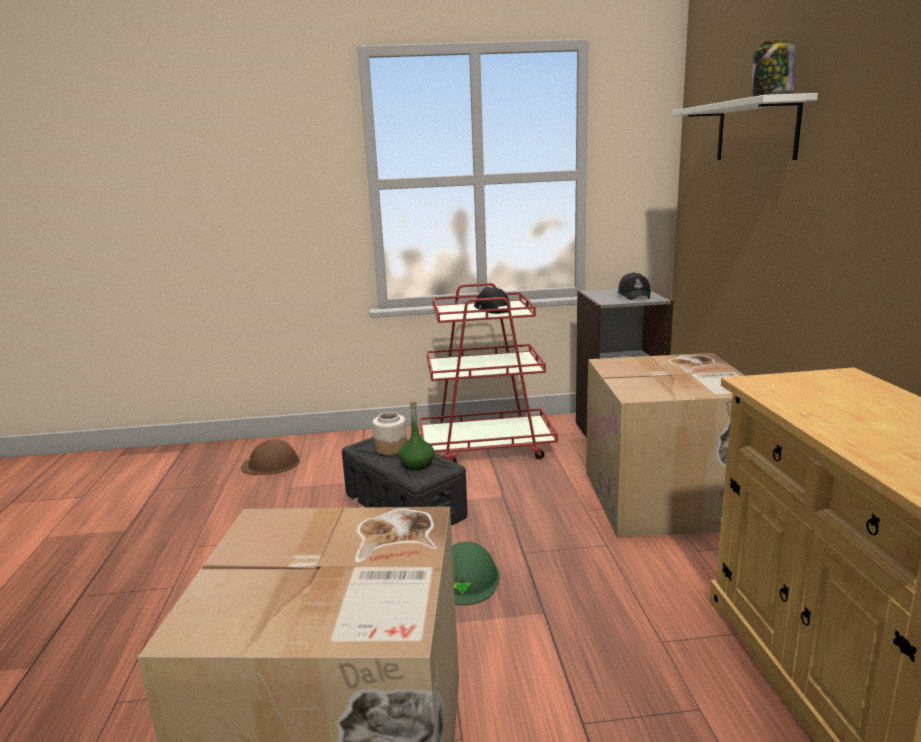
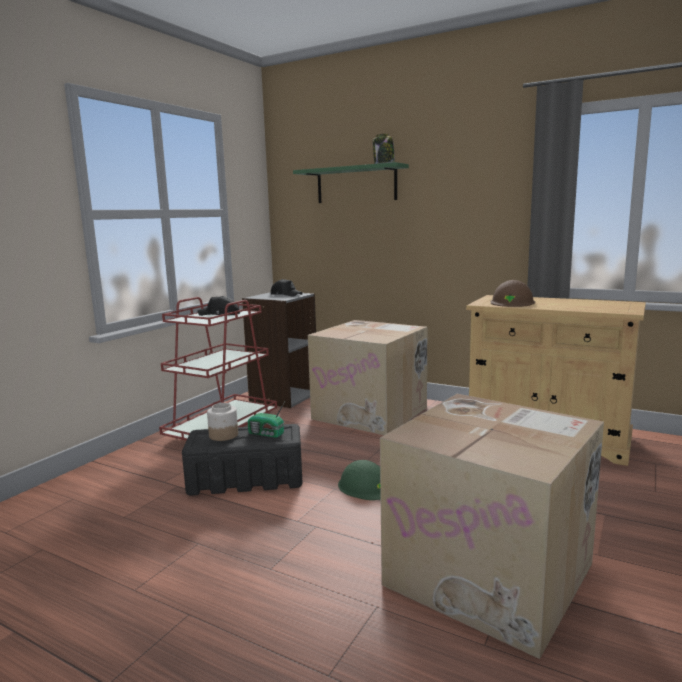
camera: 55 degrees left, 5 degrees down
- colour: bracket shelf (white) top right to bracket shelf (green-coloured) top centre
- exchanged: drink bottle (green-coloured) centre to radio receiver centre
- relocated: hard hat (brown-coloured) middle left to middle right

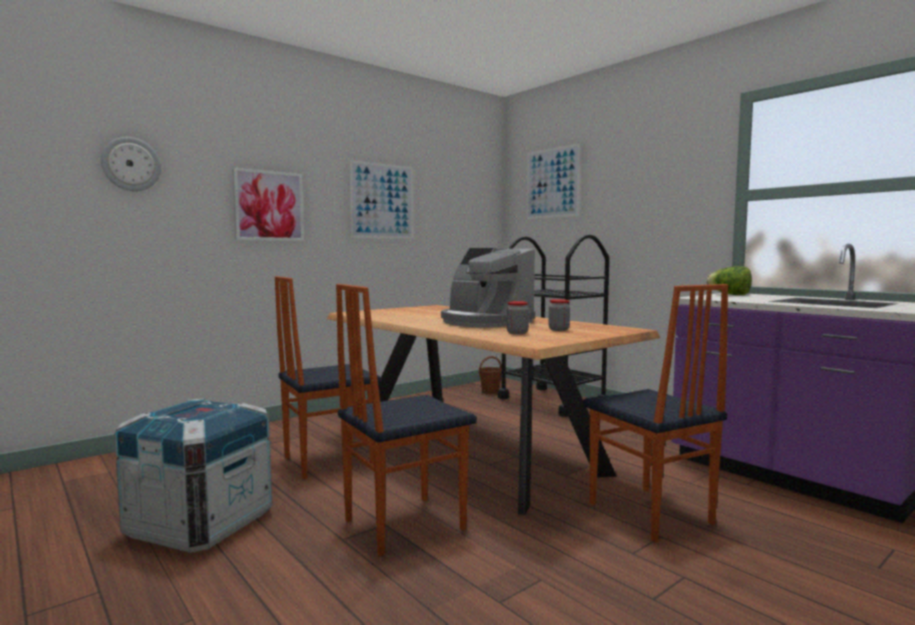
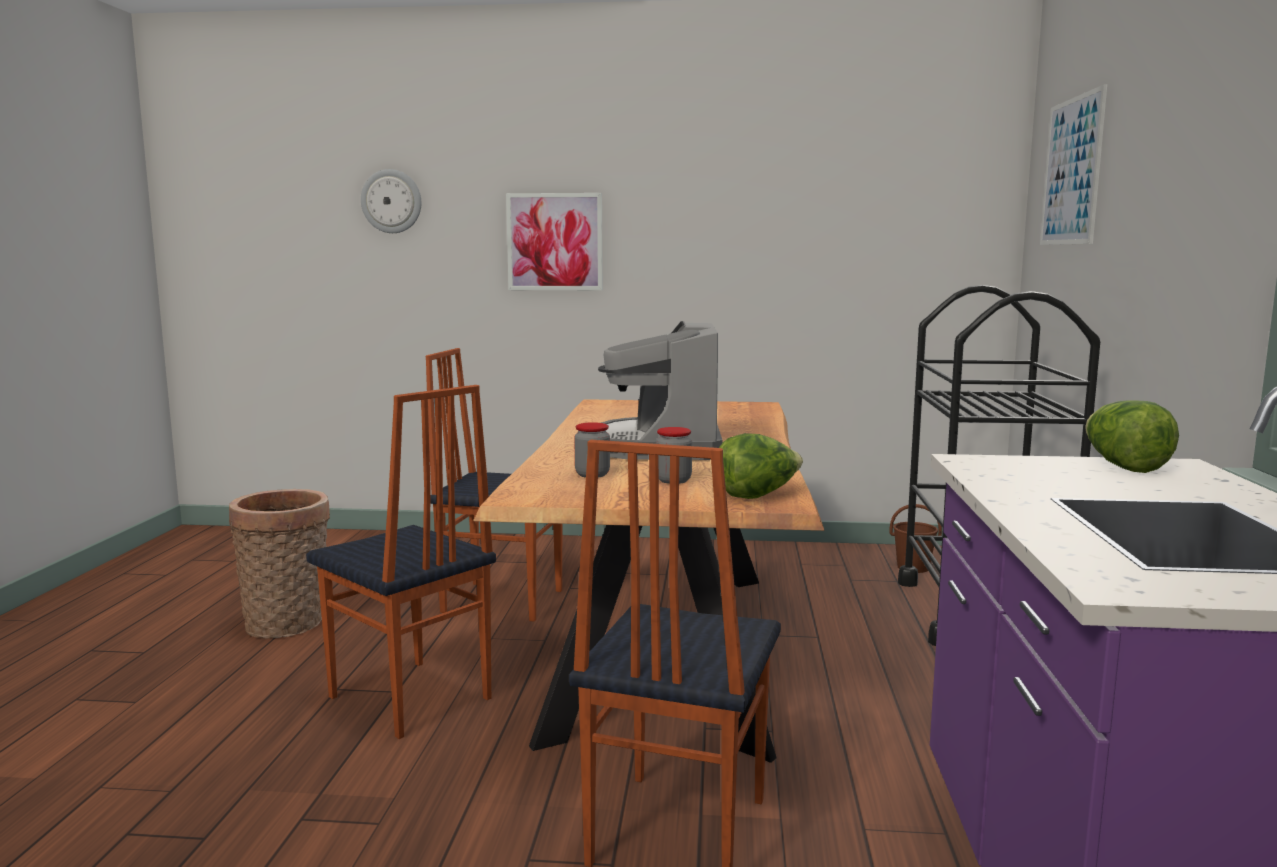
camera: 45 degrees right, 5 degrees up
- missing: wall art (no. 2 from left) top centre
- spun: upright chair (no. 2 from left in the first image) bottom centre = middle left 150 degrees counterclockwise
- exchanged: shipping crate bottom left to basket middle left
- appeared: lettuce (no. 1 from left) centre

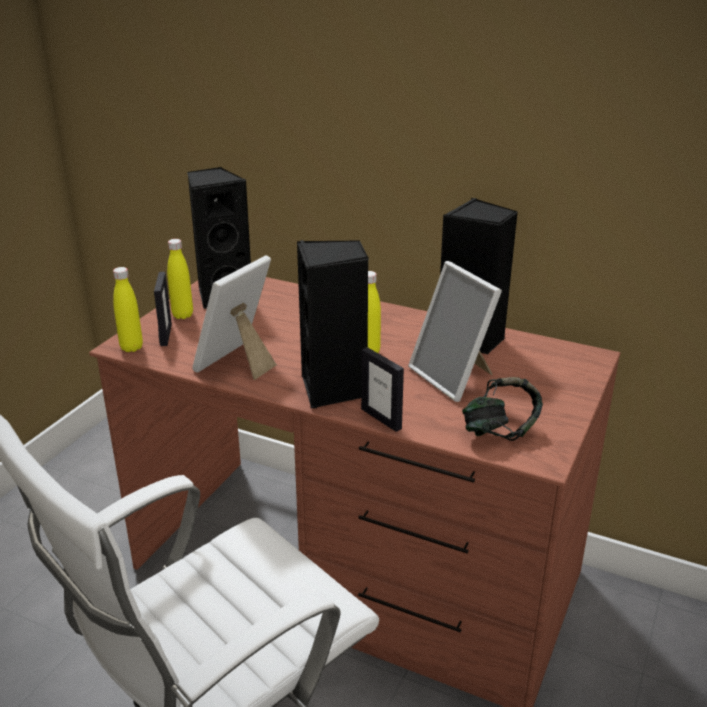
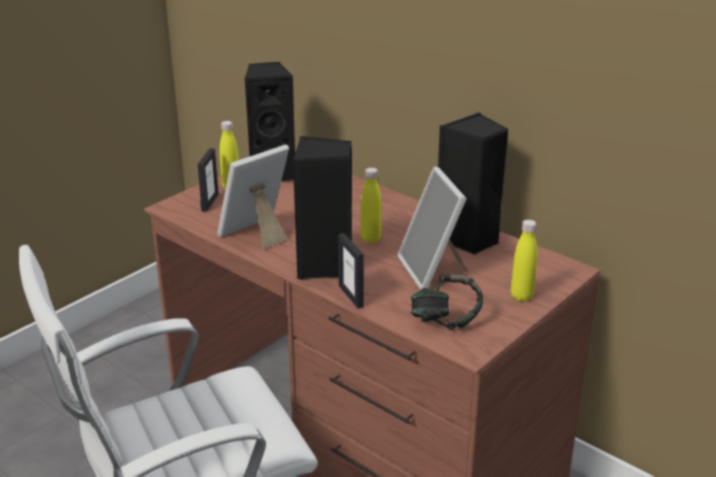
camera: 15 degrees right, 0 degrees up
- relocated: drink bottle (yellow-coloured) (no. 1 from left in the first image) middle left to drink bottle (yellow-coloured) (no. 3 from left) middle right

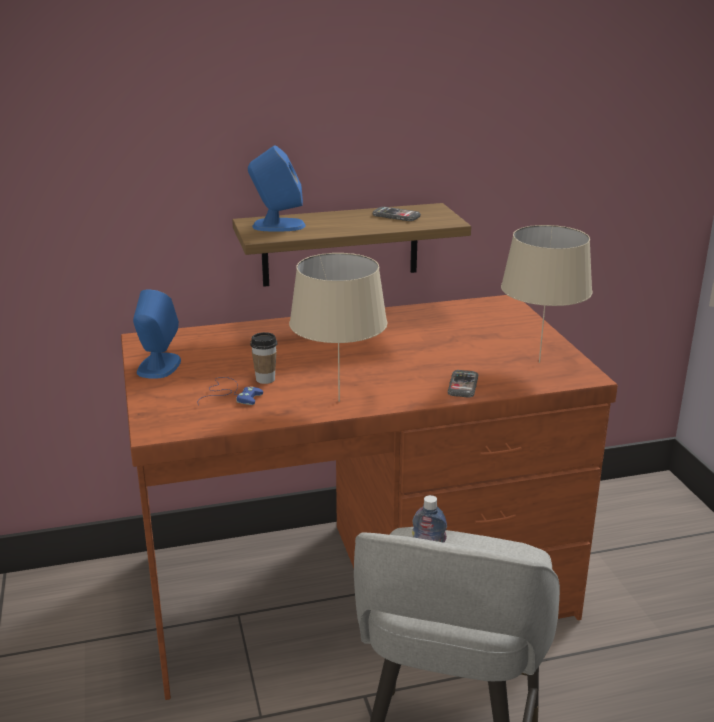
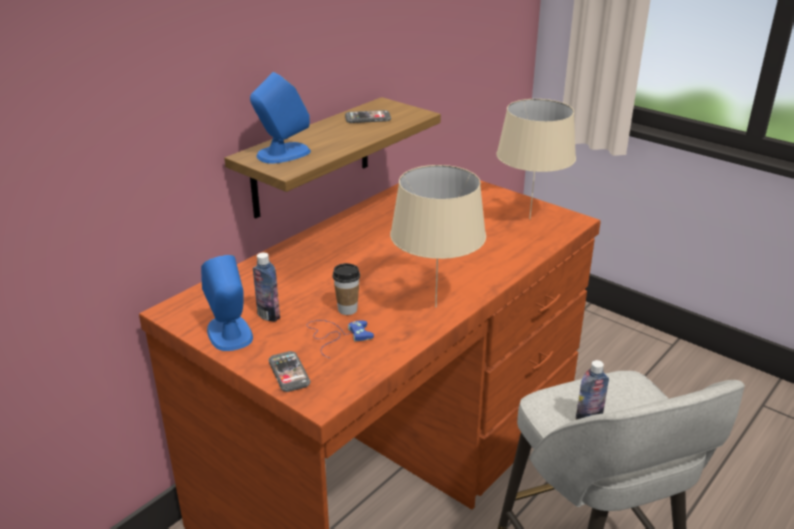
camera: 35 degrees left, 5 degrees up
- relocated: handset (no. 2 from left in the first image) centre to handset (no. 1 from left) bottom centre
- appeared: drink bottle (no. 1 from left) centre

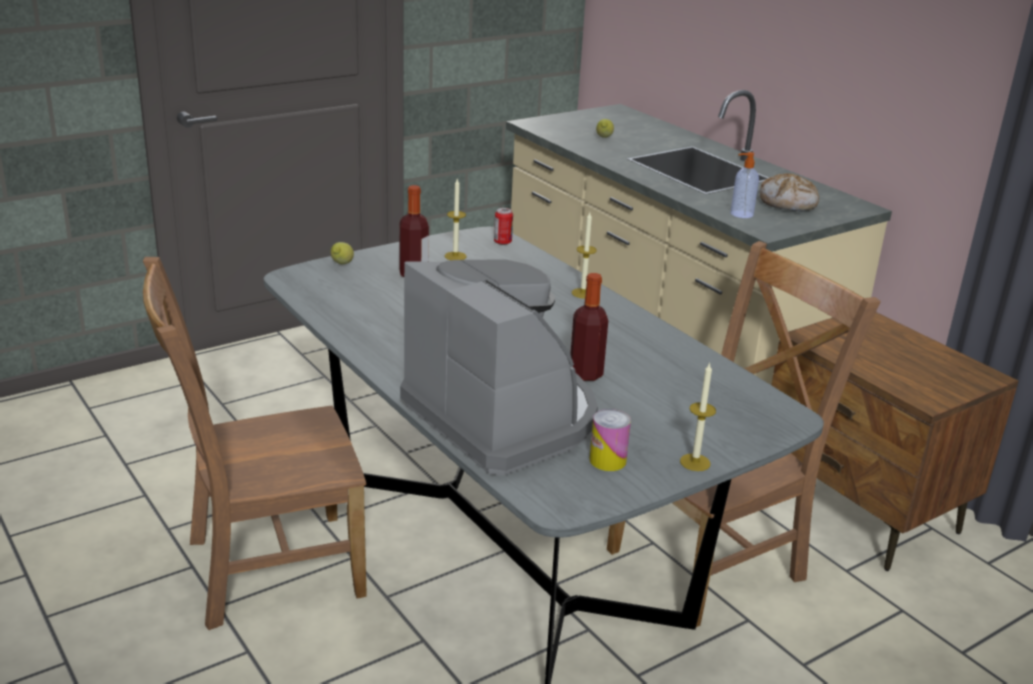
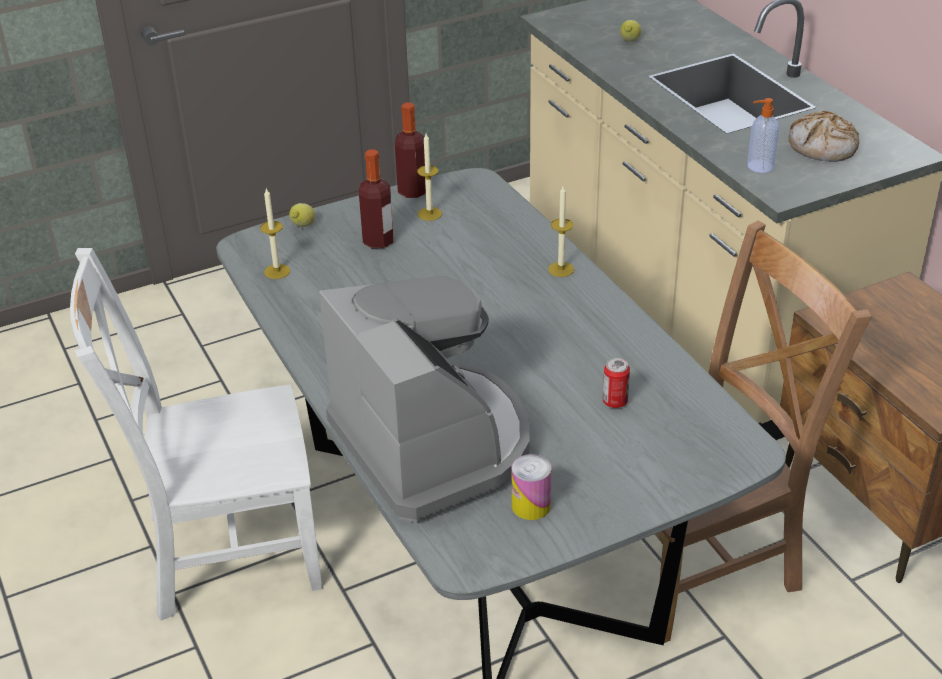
camera: 10 degrees right, 10 degrees up
- relocated: metal can (no. 1 from left in the first image) top centre to metal can (no. 2 from left) centre
- colour: upright chair (brown-coloured) (no. 1 from left) middle left to upright chair (white) middle left
- relocated: drink bottle (no. 2 from left) centre to top centre
- relocated: wax light (no. 3 from left in the first image) middle right to wax light (no. 1 from left) middle left

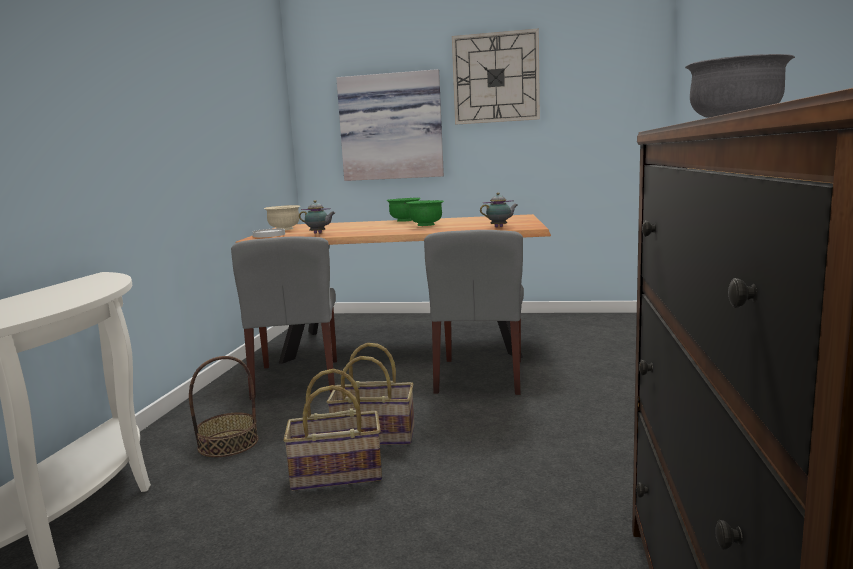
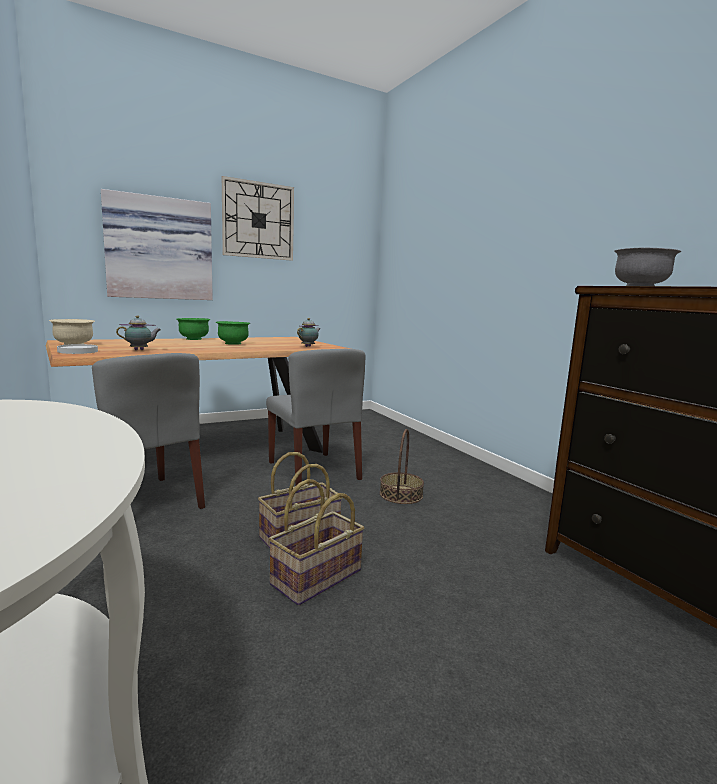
camera: 40 degrees left, 0 degrees up
- relocated: basket (no. 1 from left in the first image) bottom left to basket (no. 3 from left) centre

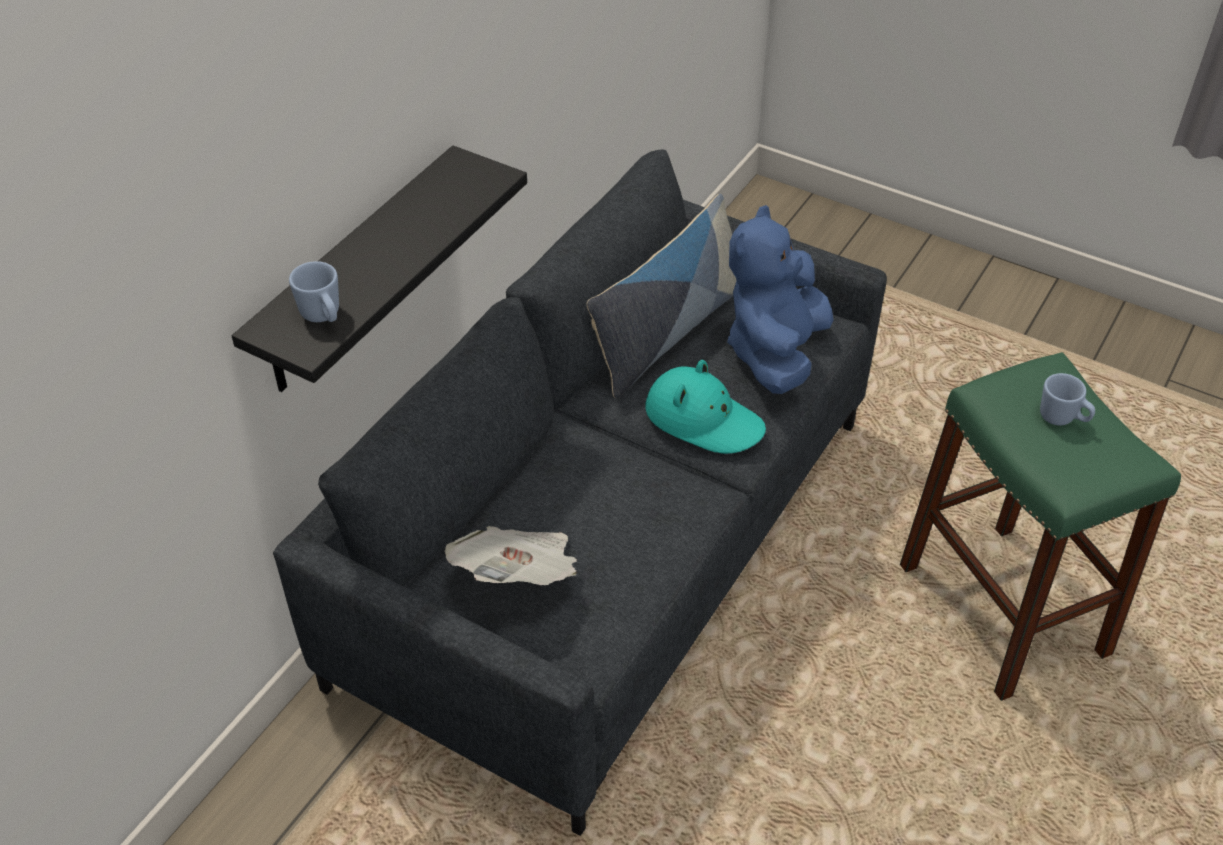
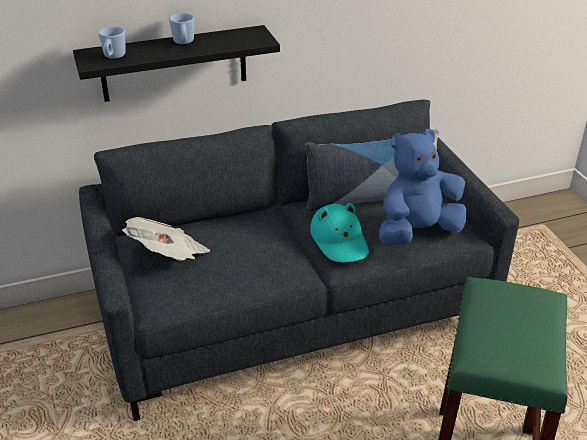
camera: 40 degrees right, 10 degrees down
- relocated: coffee mug (blue-coloured) (no. 2 from left) middle right to top left

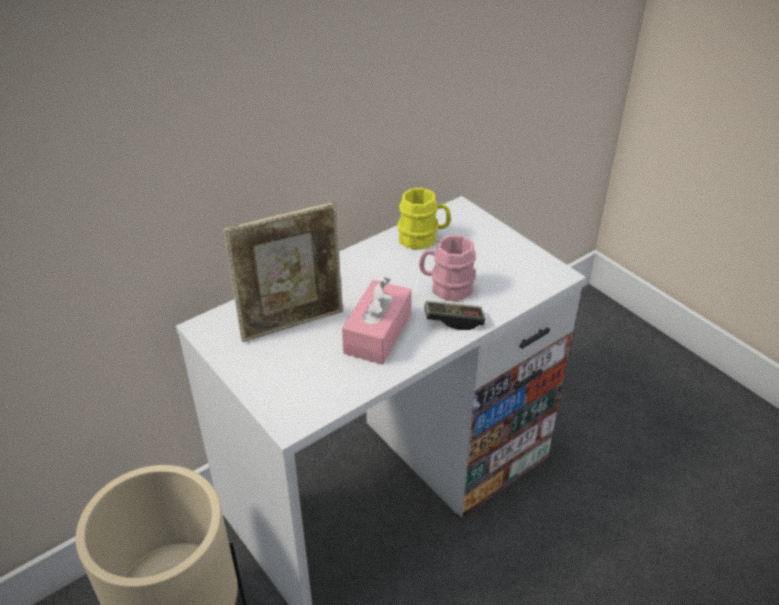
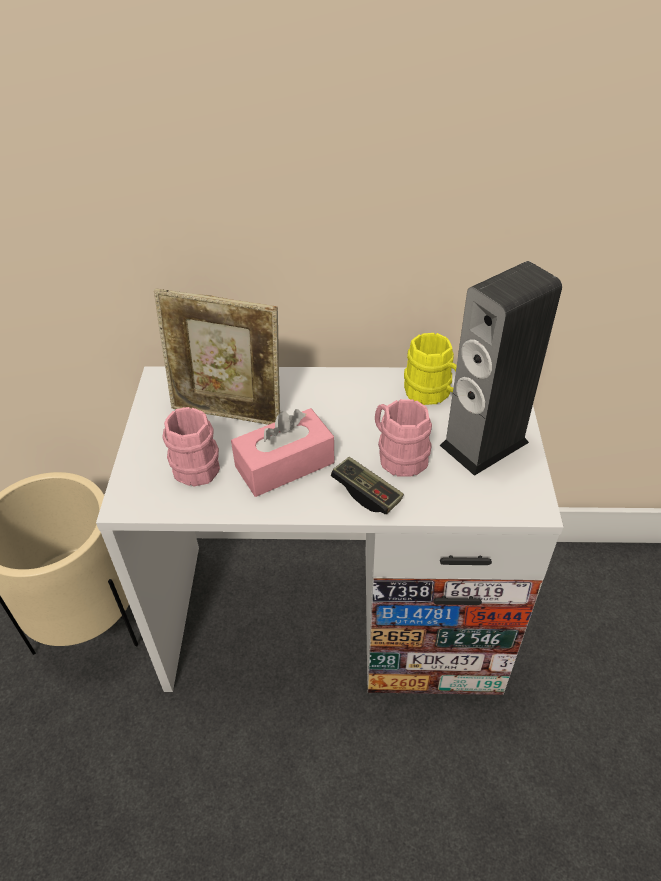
camera: 40 degrees right, 5 degrees up
- appeared: loudspeaker middle right
- appeared: coffee mug (pink-coloured) (no. 1 from left) middle left

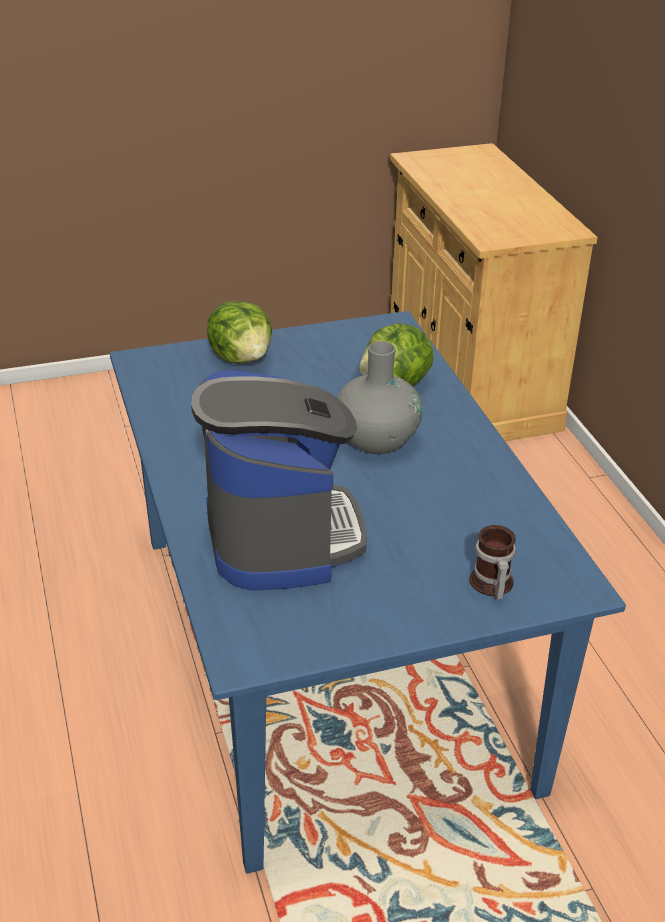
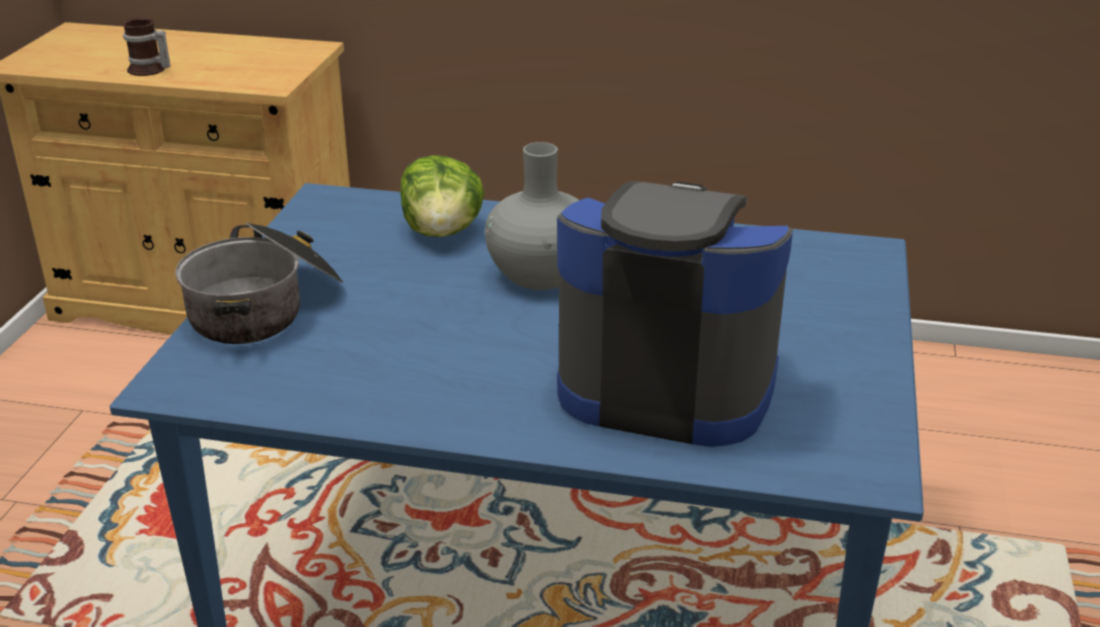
camera: 60 degrees left, 5 degrees down
- exchanged: lettuce (no. 1 from left) centre to cooking pot middle left
- relocated: coffee mug middle right to top left

